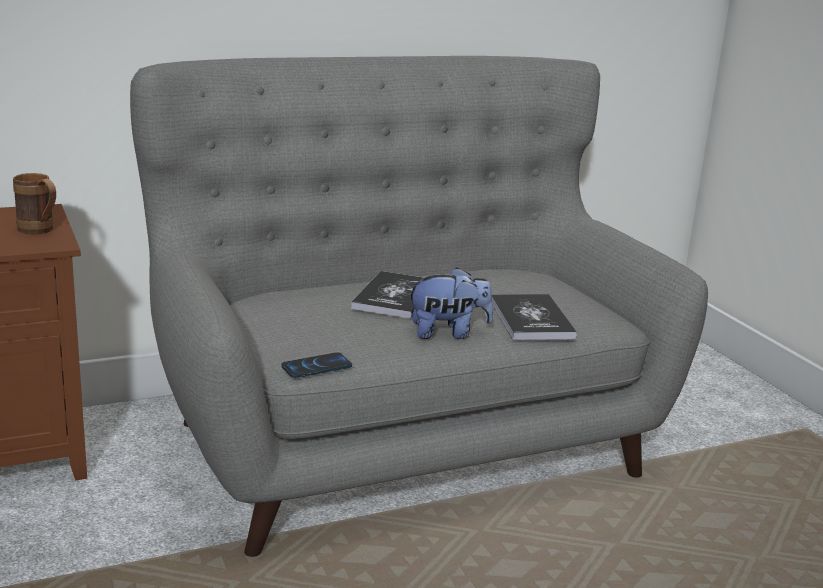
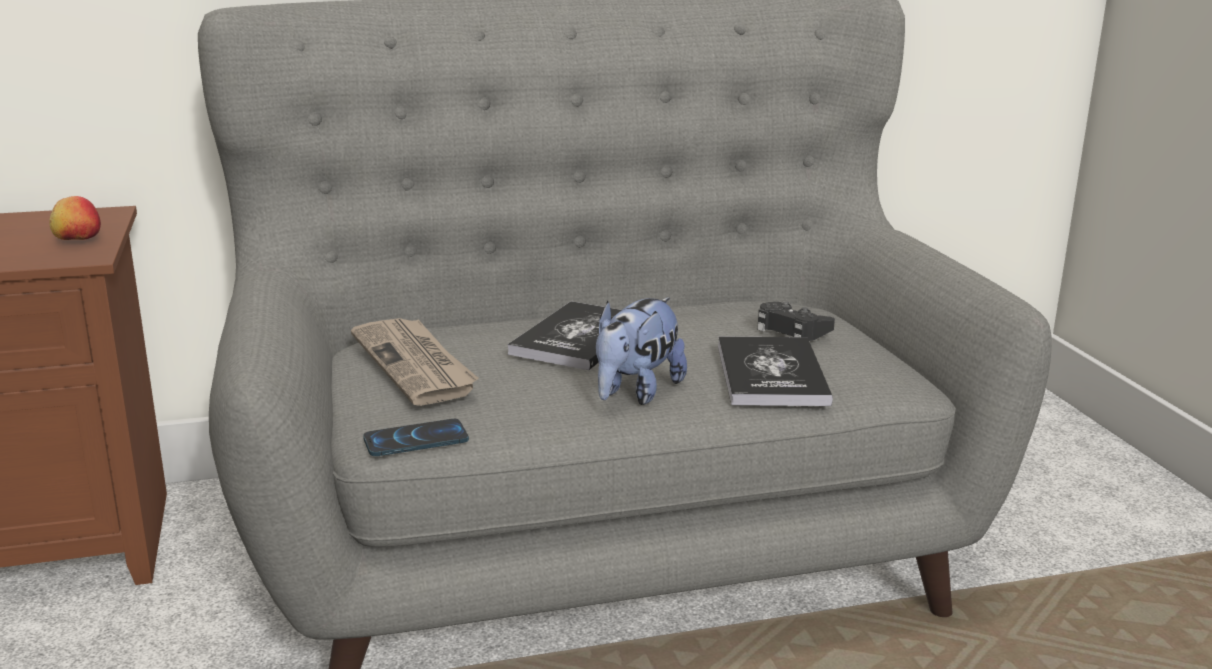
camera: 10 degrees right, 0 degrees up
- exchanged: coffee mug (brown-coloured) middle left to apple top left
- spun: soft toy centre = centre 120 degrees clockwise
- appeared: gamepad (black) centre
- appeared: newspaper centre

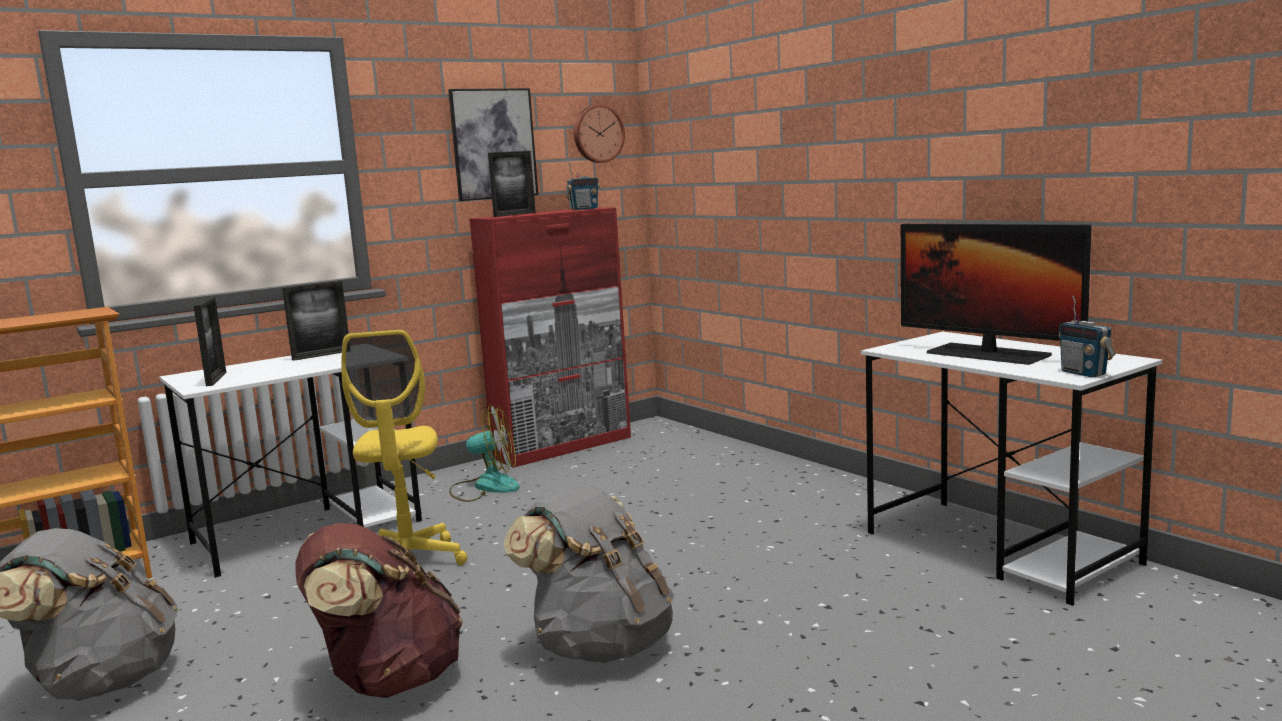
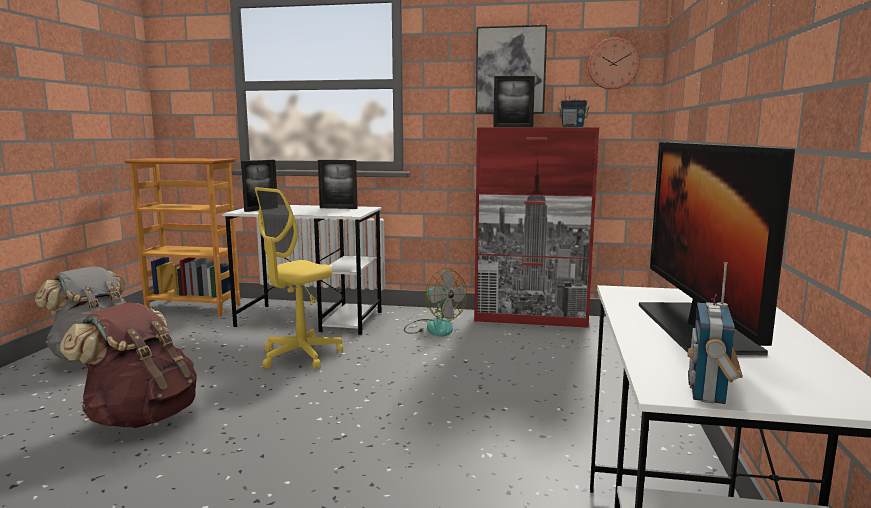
camera: 45 degrees right, 0 degrees up
- missing: rucksack (grey) (no. 2 from left) bottom centre

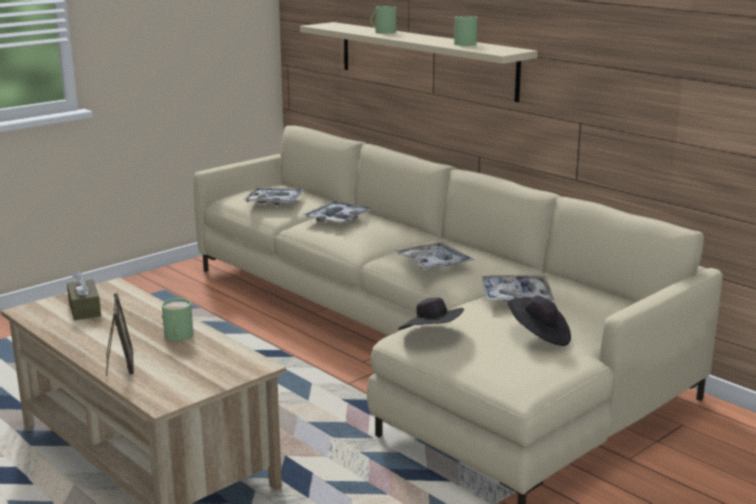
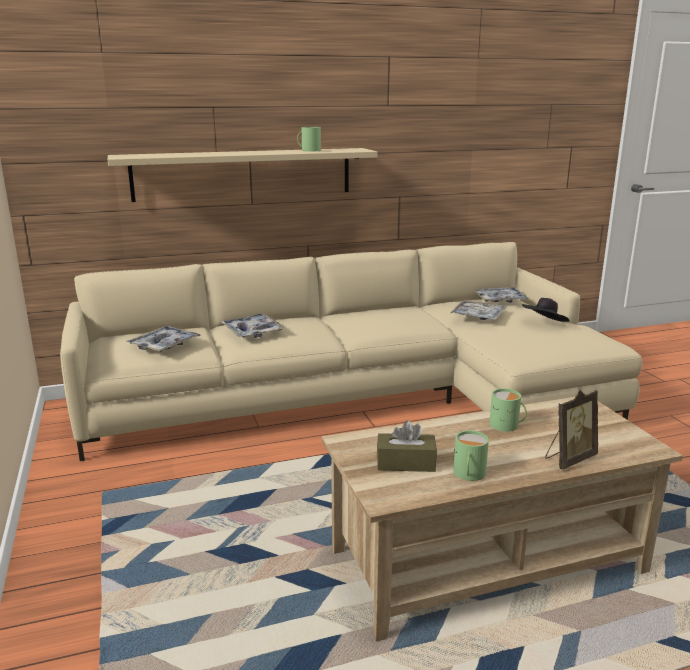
camera: 65 degrees left, 0 degrees up
- relocated: coffee mug (green-coloured) (no. 2 from left) top centre to bottom right
- relocated: serving tray (no. 3 from left in the first image) centre to serving tray (no. 4 from left) middle right
- spun: photo frame middle left = middle right 135 degrees clockwise
- missing: wearable hat (black) (no. 1 from left) centre

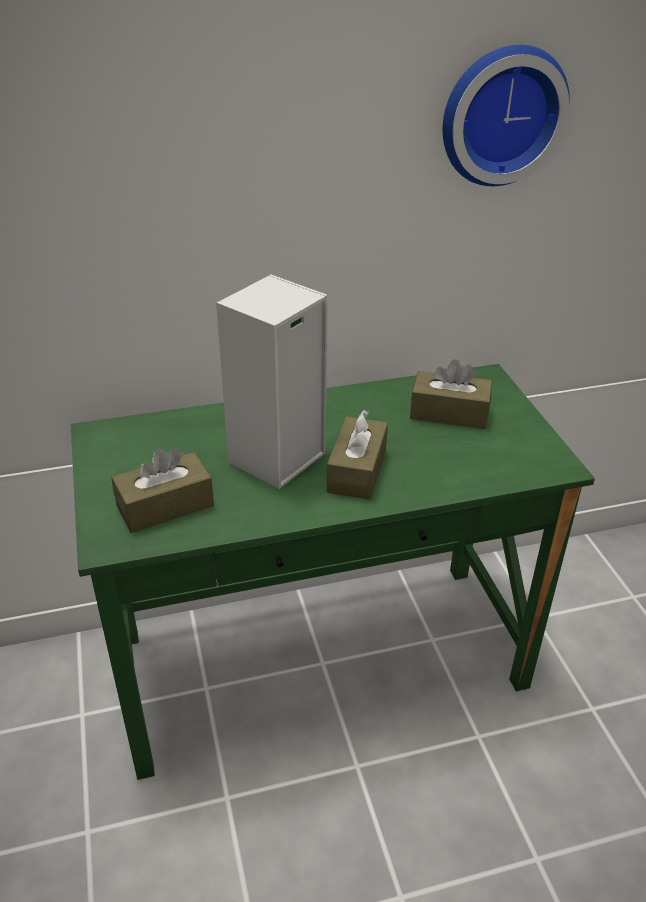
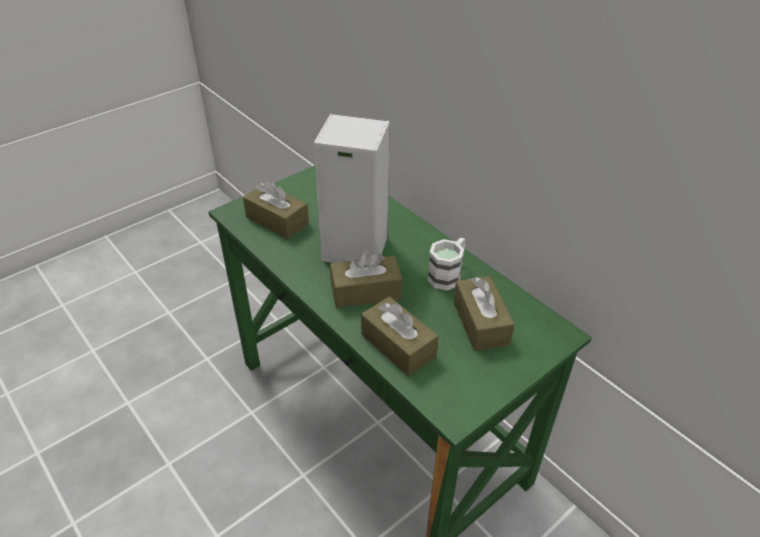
camera: 65 degrees right, 5 degrees up
- missing: wall clock top right
- appeared: coffee mug (white) centre
- appeared: tissue box (brown-coloured) (no. 3 from left) centre

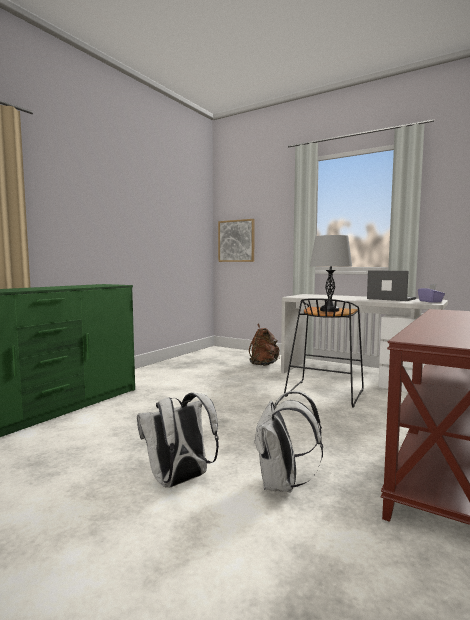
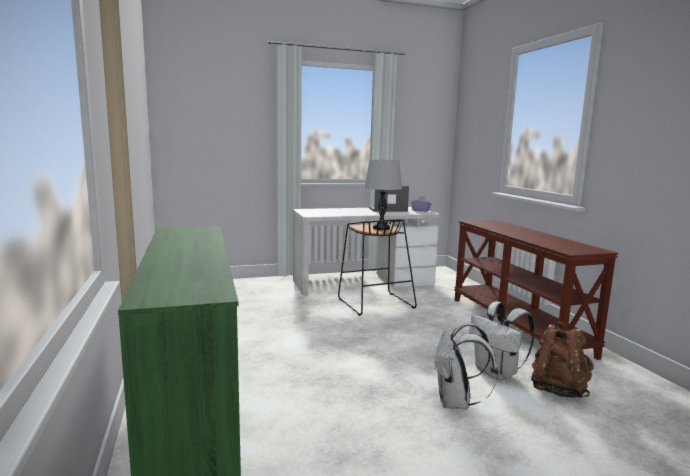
camera: 50 degrees left, 5 degrees up
- missing: wall art centre
- relocated: rucksack (brown-coloured) centre to bottom right

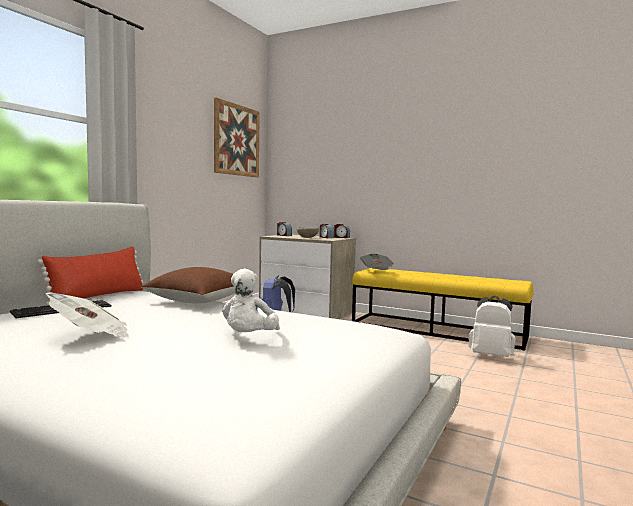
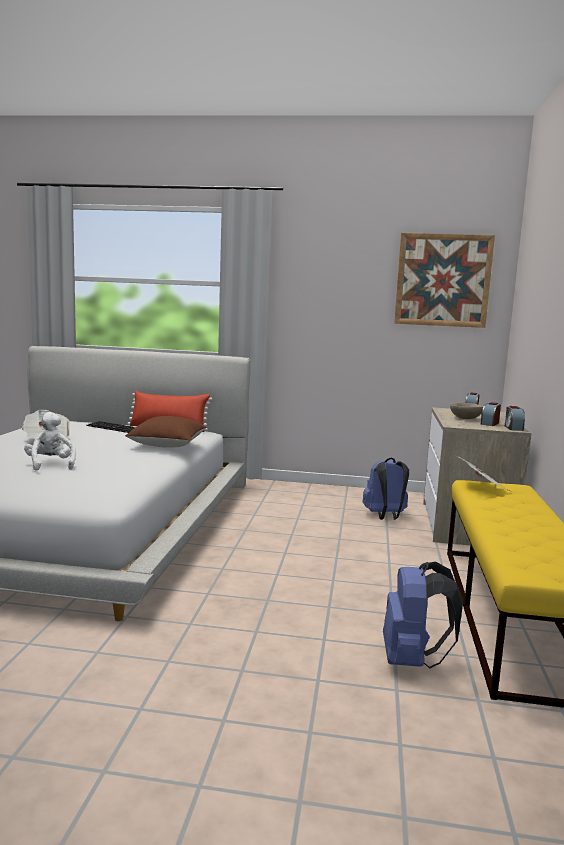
camera: 70 degrees right, 5 degrees up
- spun: soft toy (white) centre = middle left 75 degrees clockwise
- colour: rucksack (white) middle right to rucksack (blue-coloured) (no. 2 from left) bottom right

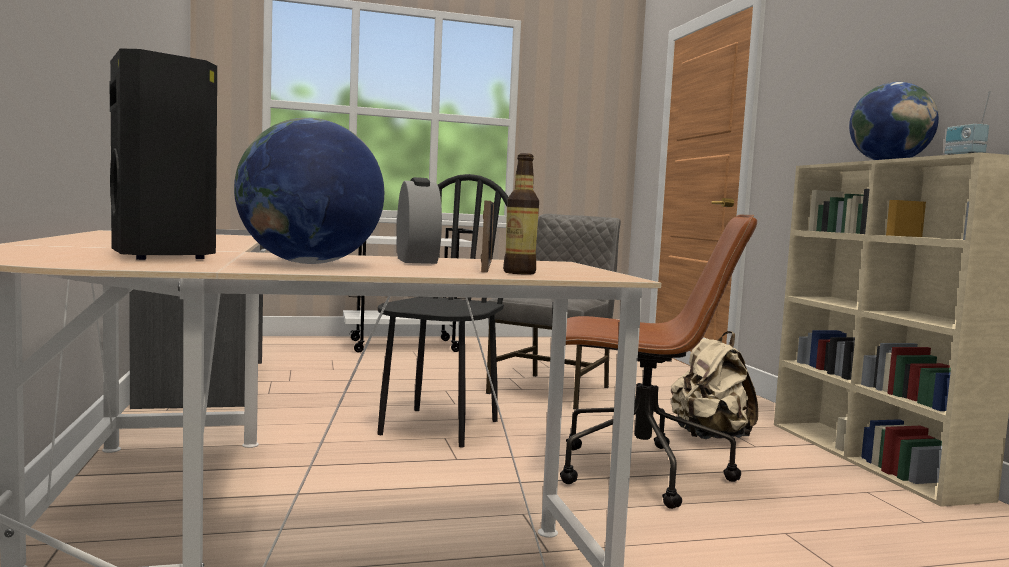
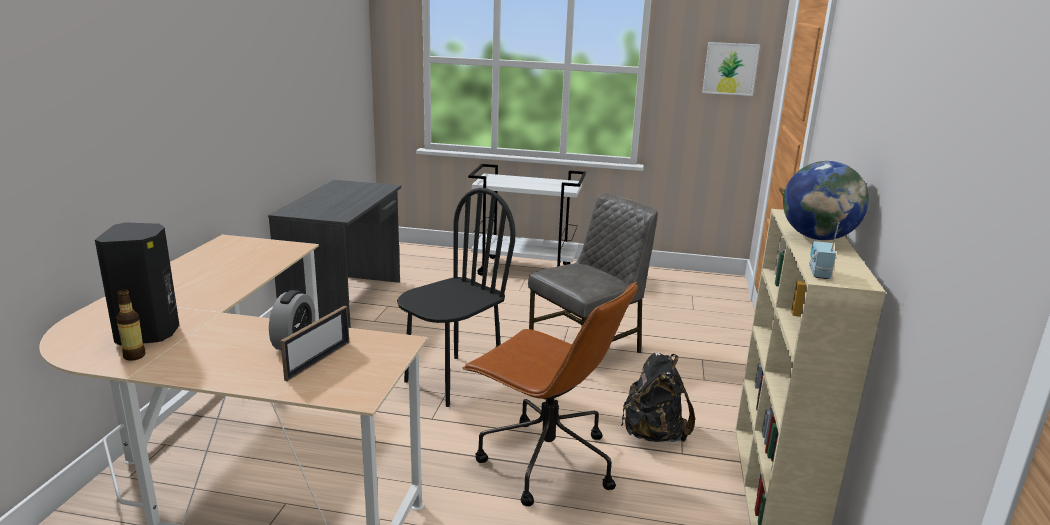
camera: 25 degrees right, 15 degrees up
- missing: desk globe (no. 1 from left) middle left
- relocated: drink bottle centre to middle left
- colour: rucksack (beige-coloured) bottom right to rucksack (black) bottom centre
- appeared: wall art top right

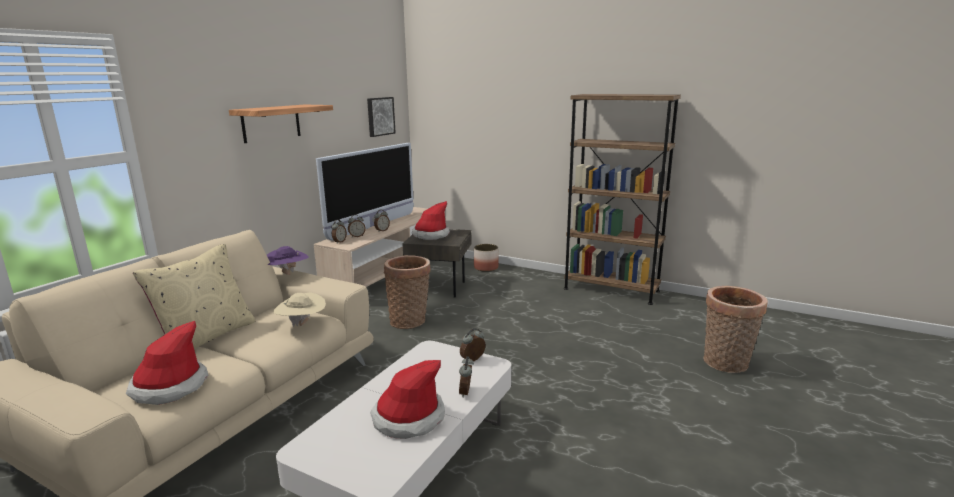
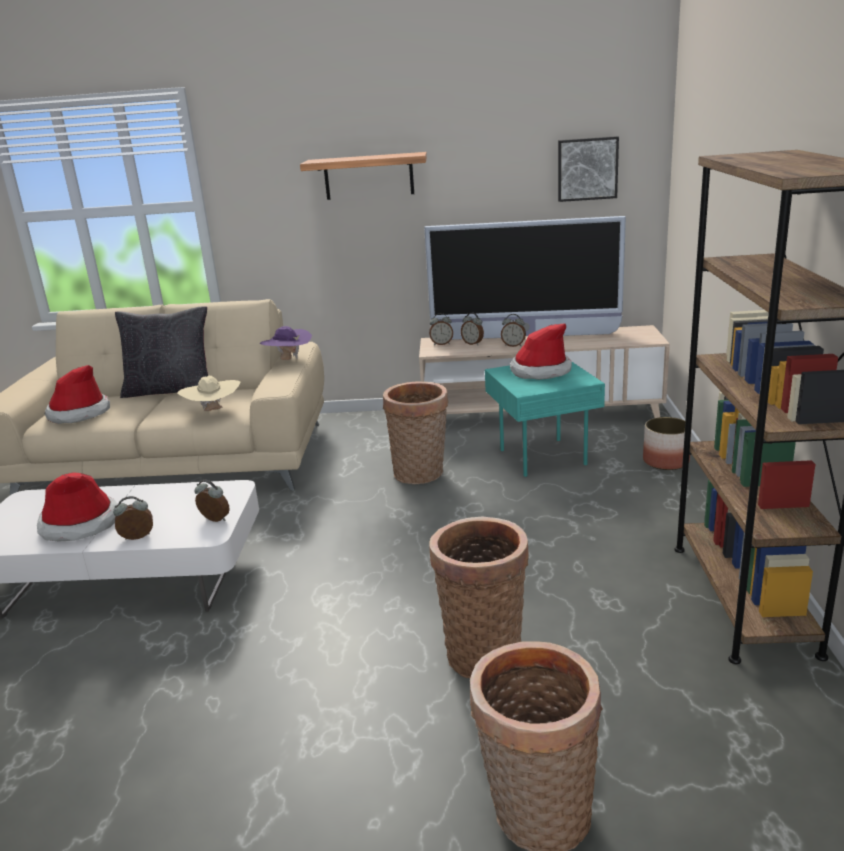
camera: 65 degrees right, 5 degrees up
- colour: end table (grey) centre to end table (blue-green) centre
- colour: cushion (beige-coloured) middle left to cushion (black) middle left
- appeared: basket (no. 2 from left) bottom centre

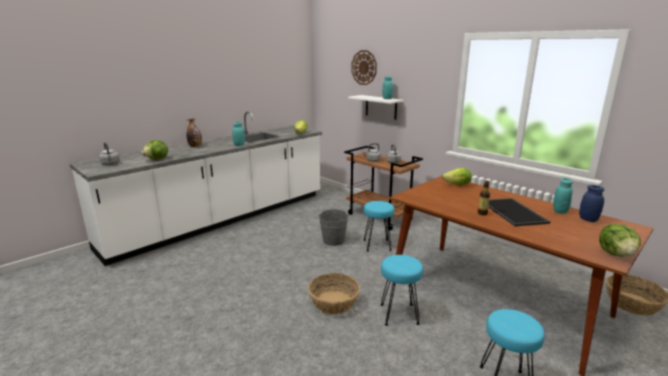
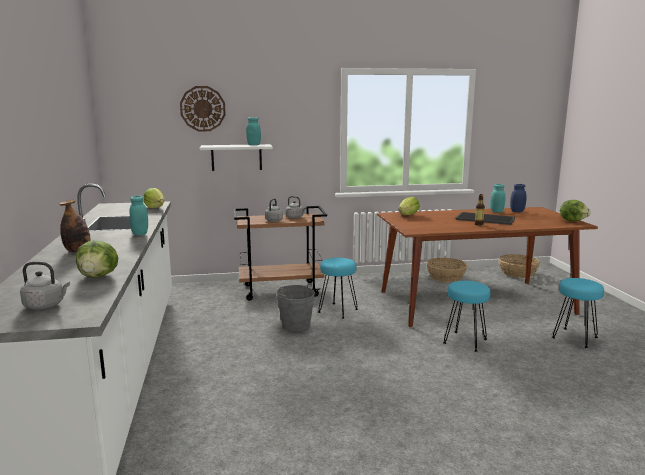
camera: 55 degrees left, 5 degrees down
- relocated: basket (no. 1 from left) bottom centre to middle right

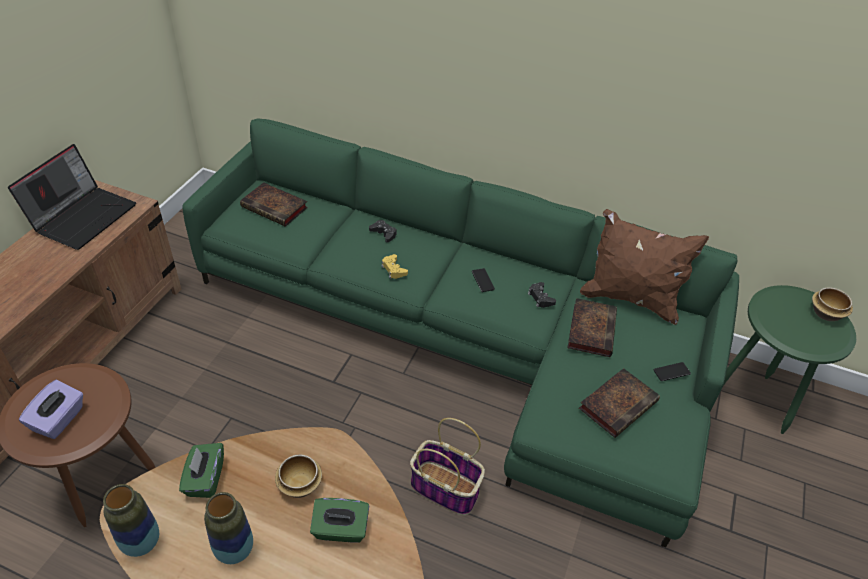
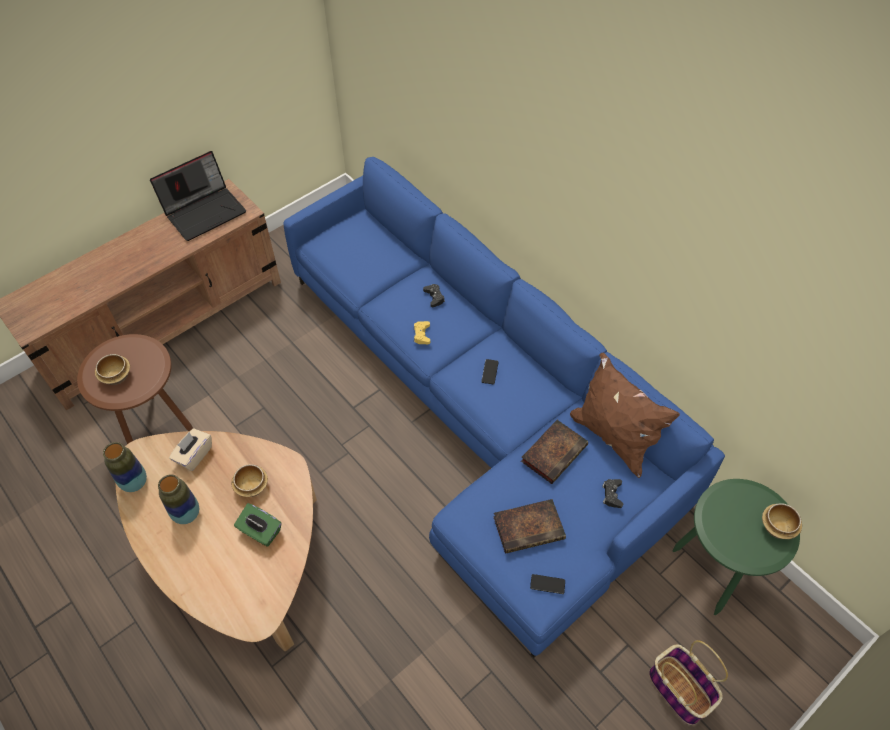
camera: 30 degrees right, 10 degrees up
- colour: couch (green-coloured) centre to couch (blue-coloured) centre
- missing: book (no. 1 from left) middle left
- relocated: gamepad (black) (no. 2 from left) centre to bottom right
- relocated: handset (no. 2 from left) middle right to bottom centre
- exchanged: tissue box (purple-coloured) bottom left to deep dish (no. 1 from left) middle left
- relocated: basket bottom centre to bottom right
- colour: tissue box (green-coloured) (no. 1 from left) bottom left to tissue box (beige-coloured) middle left

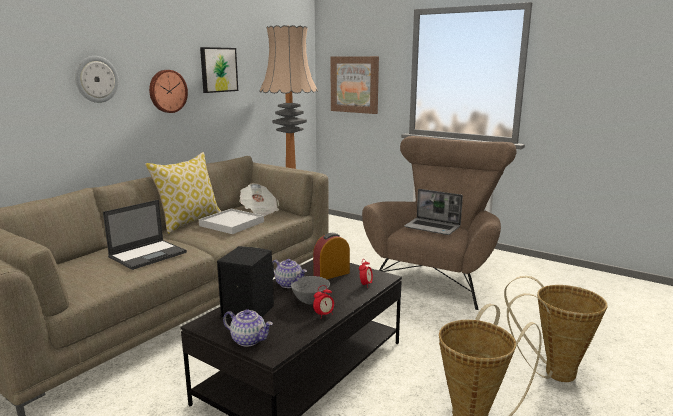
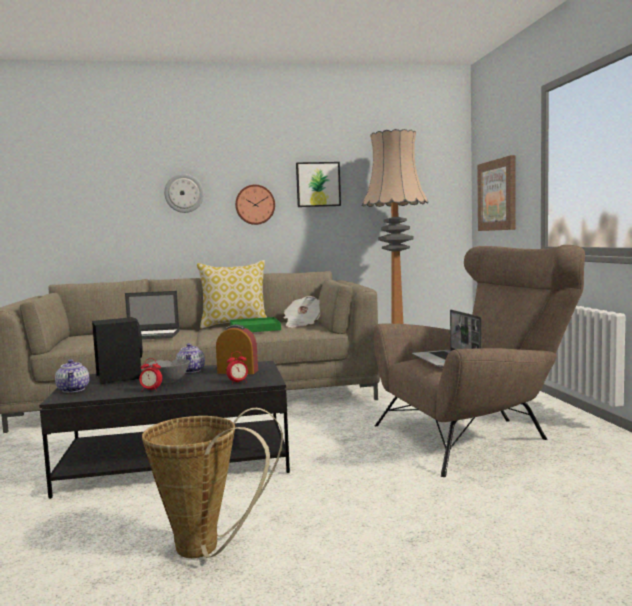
camera: 45 degrees right, 10 degrees down
- colour: serving tray (white) centre to serving tray (green-coloured) centre
- missing: basket (no. 2 from left) bottom right

